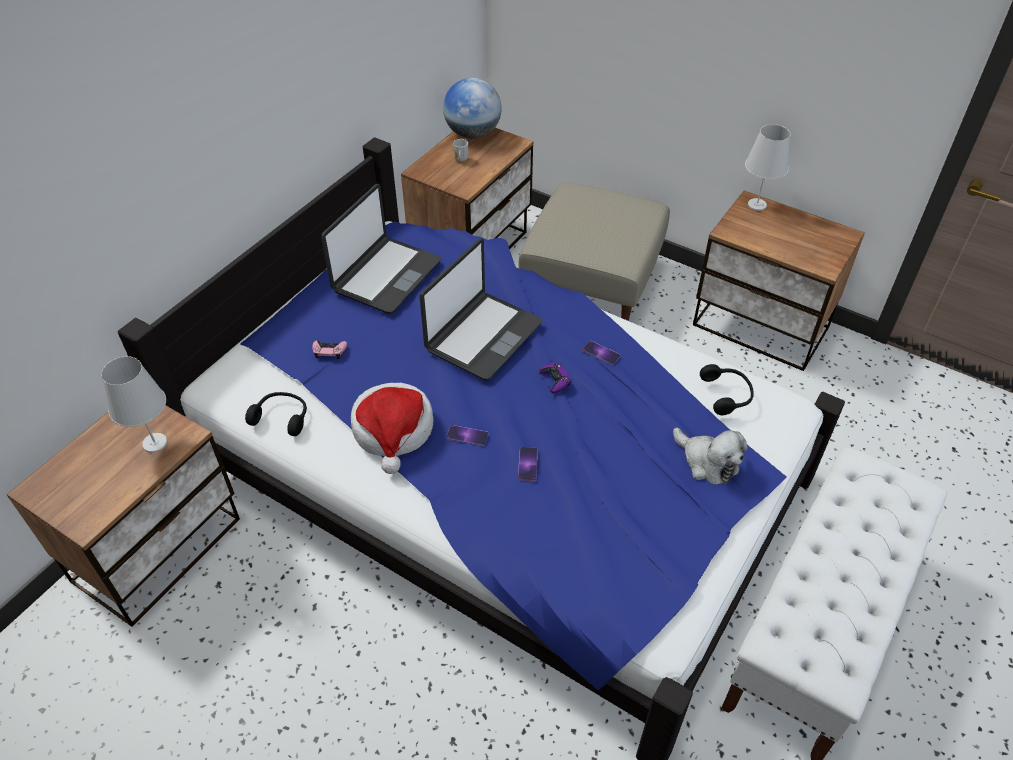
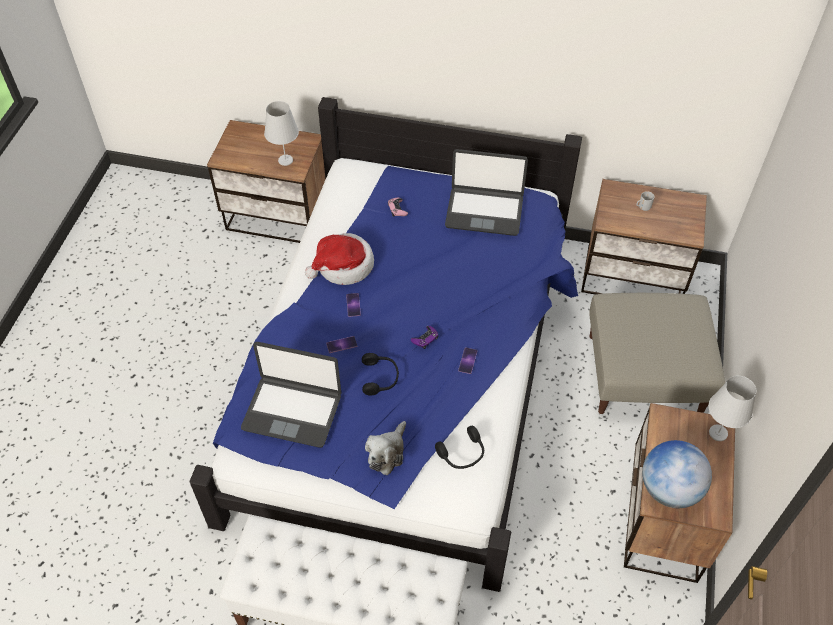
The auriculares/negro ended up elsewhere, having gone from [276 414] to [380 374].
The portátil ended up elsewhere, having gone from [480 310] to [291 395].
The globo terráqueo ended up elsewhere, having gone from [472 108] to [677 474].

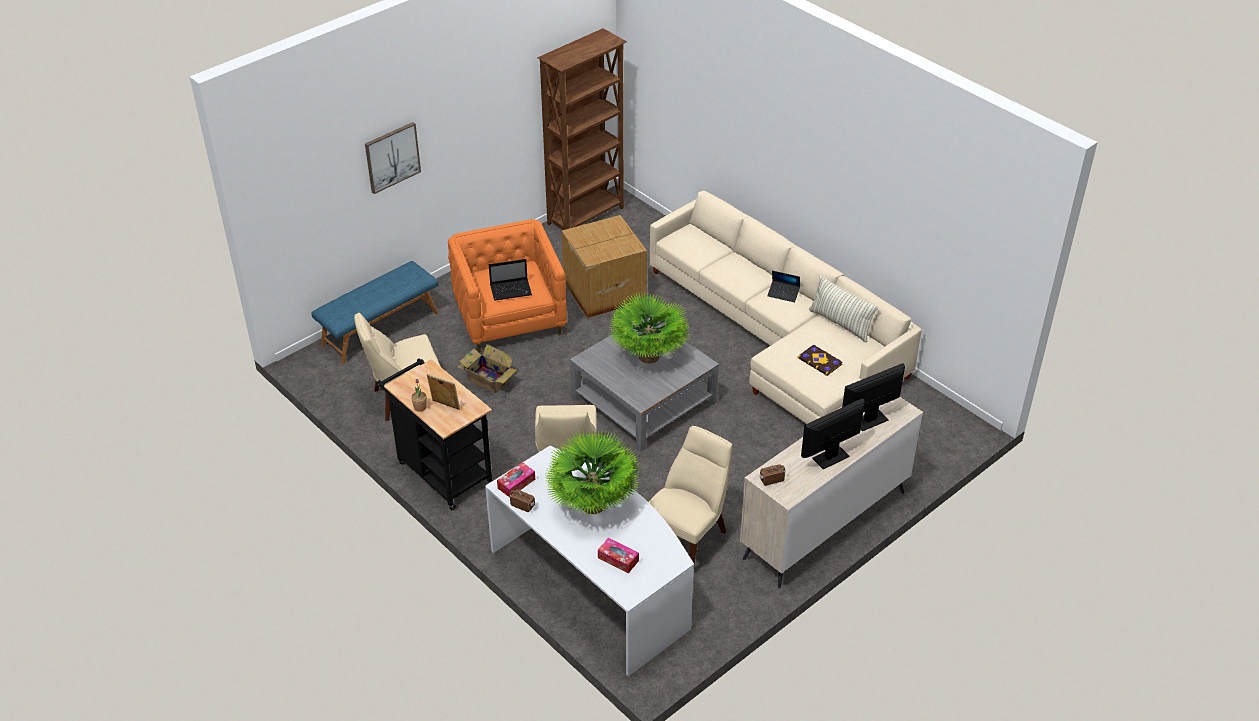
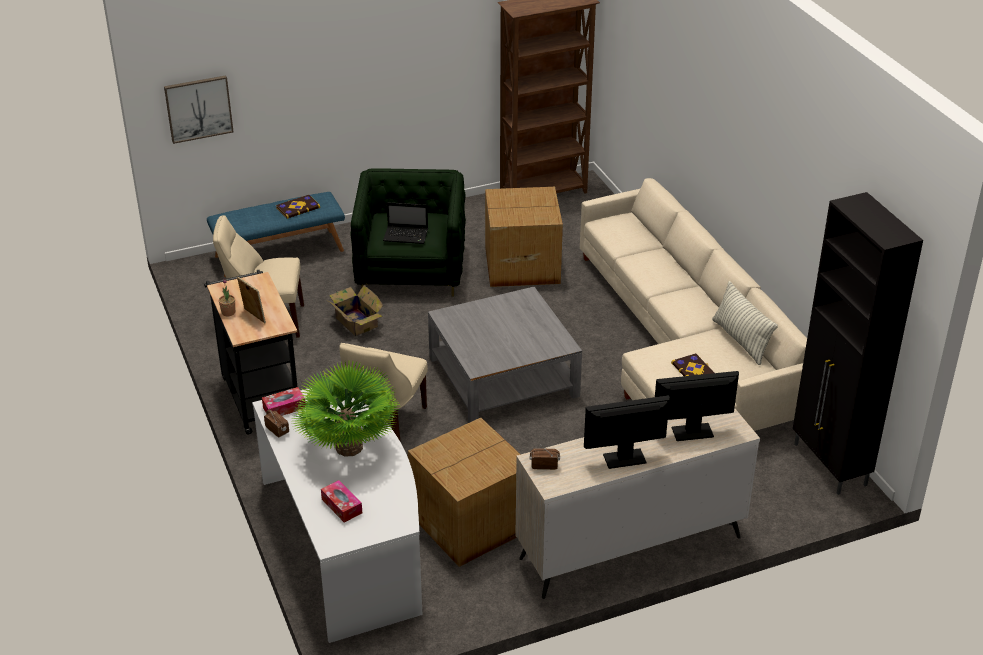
The second view lost the planta en maceta at [649 328].
The second view lost the portátil at [783 287].
The second view gained the libro at [298 207].
The second view gained the armario/negro at [858 343].
The cuadro ended up elsewhere, having gone from [393 158] to [199 109].
Where the silla/beis stood at [690 495], the caja de cartón came to stand at [464 492].
What was the sillón/naranja at [507 285] turned into the sillón/verde at [408 232].

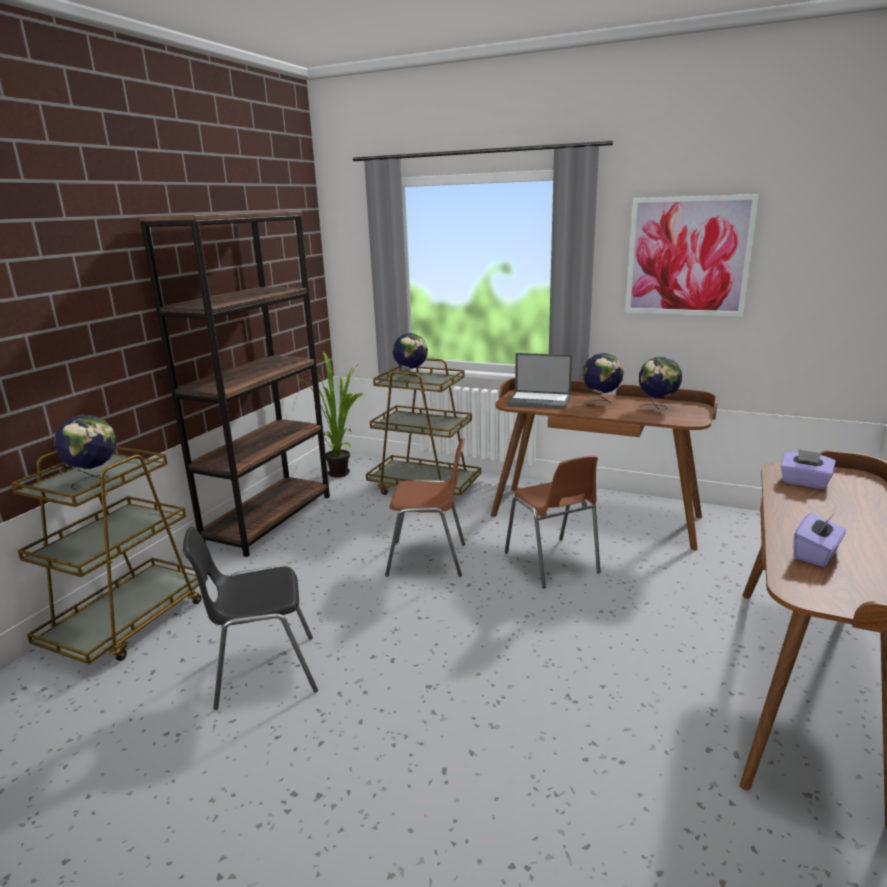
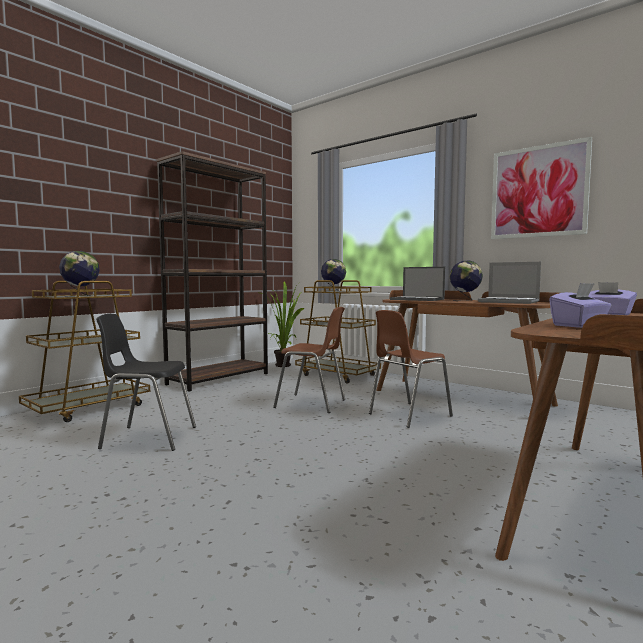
Where the globo terráqueo stood at [660 383], the portátil came to stand at [509 283].
The silla/marrón at [553 521] ended up facing another way, 60 degrees clockwise from before.

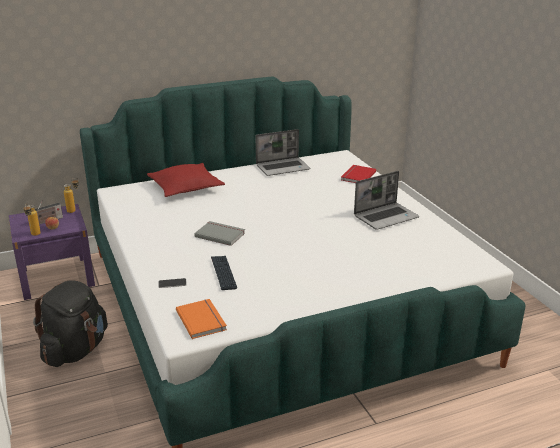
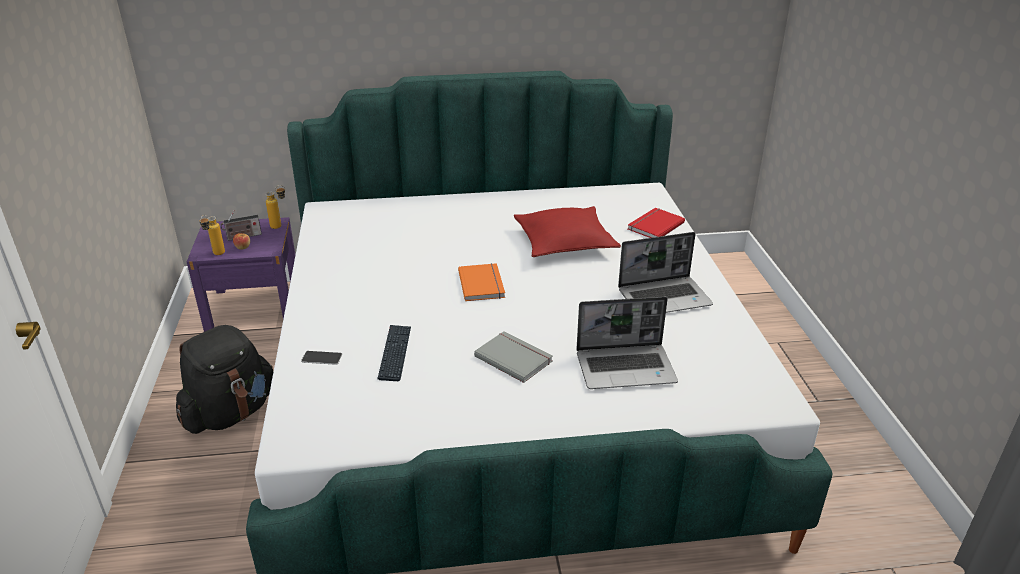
The cojín/rojo ended up elsewhere, having gone from [186 180] to [567 231].
The libro/naranja ended up elsewhere, having gone from [201 319] to [481 282].
The libro/gris ended up elsewhere, having gone from [219 233] to [513 357].
The portátil ended up elsewhere, having gone from [283 152] to [627 342].

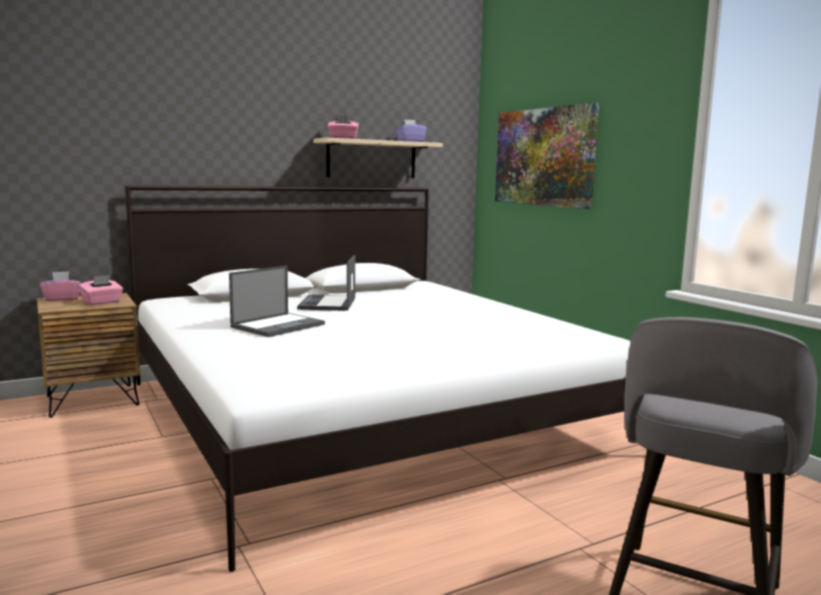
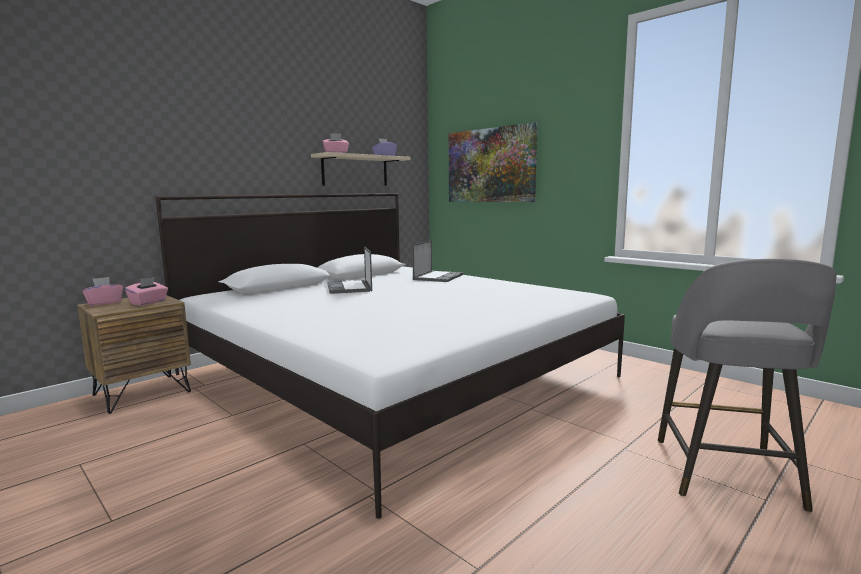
The portátil ended up elsewhere, having gone from [277 301] to [438 261].

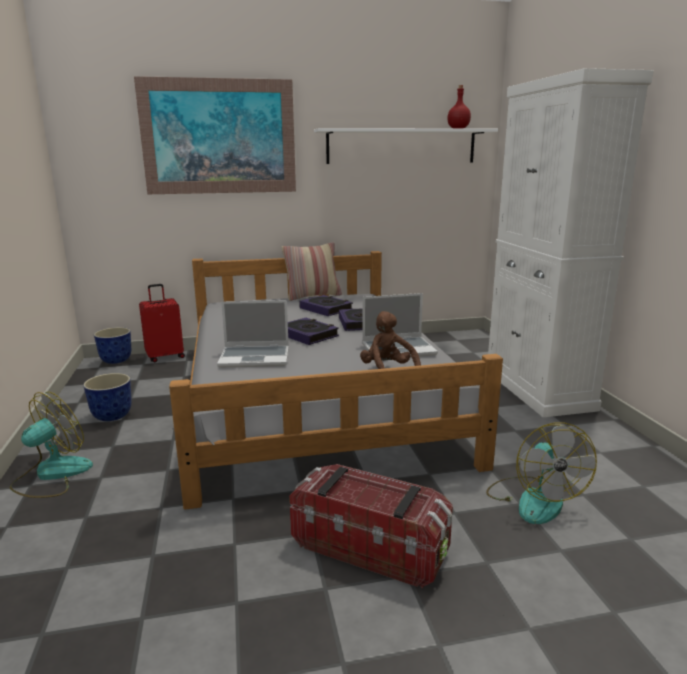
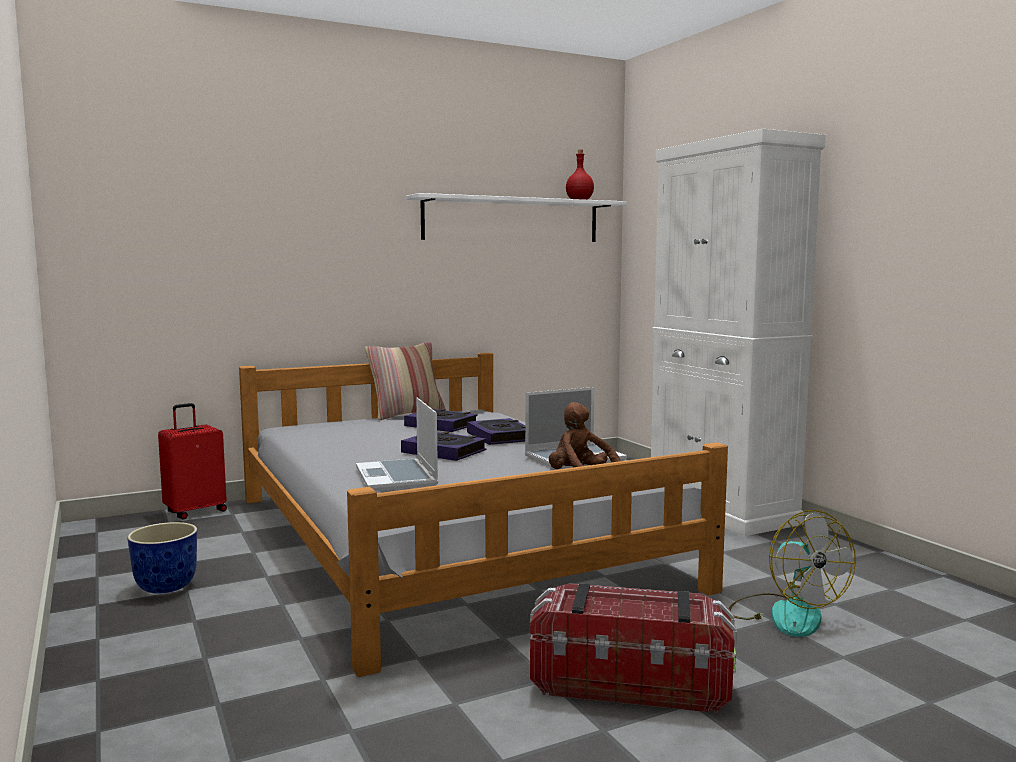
The second view lost the ventilador at [51 445].
The second view lost the maceta at [112 345].
The second view lost the cuadro at [215 135].
The portátil at [253 334] ended up facing another way, 90 degrees clockwise from before.

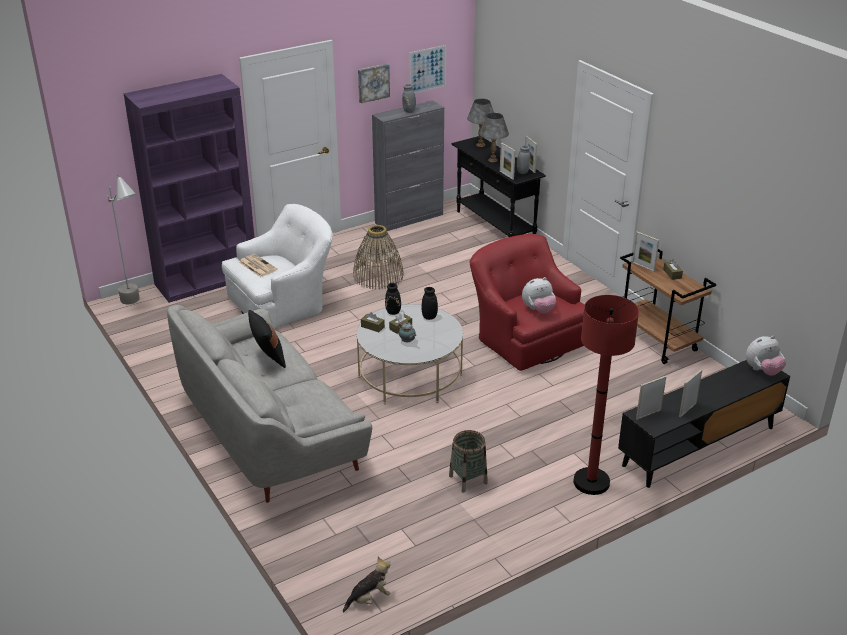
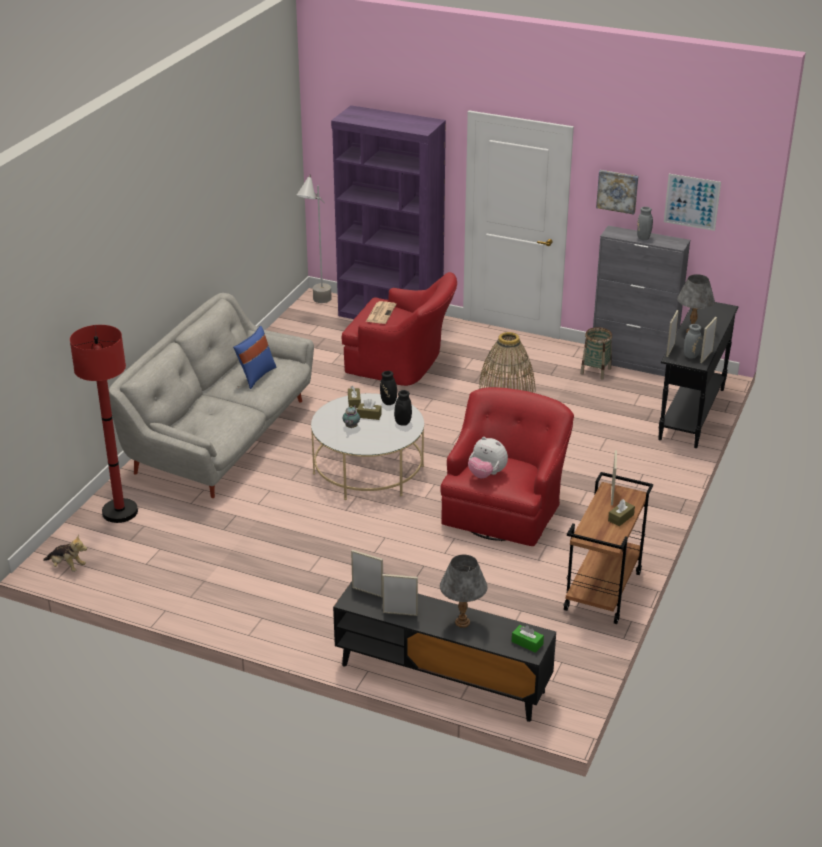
The cesta ended up elsewhere, having gone from [468 461] to [596 353].
The lámpara de mesa/gris ended up elsewhere, having gone from [480 123] to [464 591].
The lámpara de pie/rojo ended up elsewhere, having gone from [606 395] to [104 424].
Where the peluche stood at [766 356], the caja de pañuelos/verde came to stand at [528 639].
What was the sillón/blanco at [277 266] turned into the sillón/rojo at [399 329].
What was the cojín/negro at [267 339] turned into the cojín/azul at [254 357].

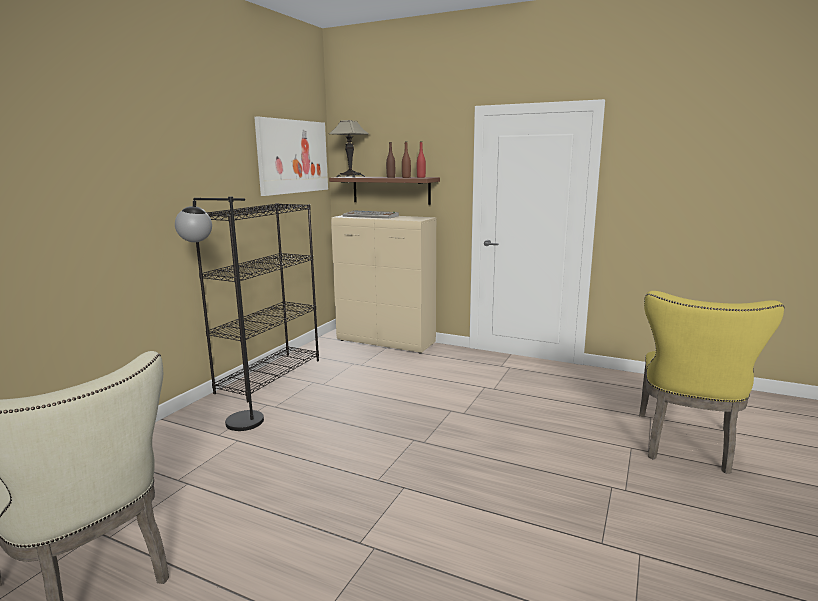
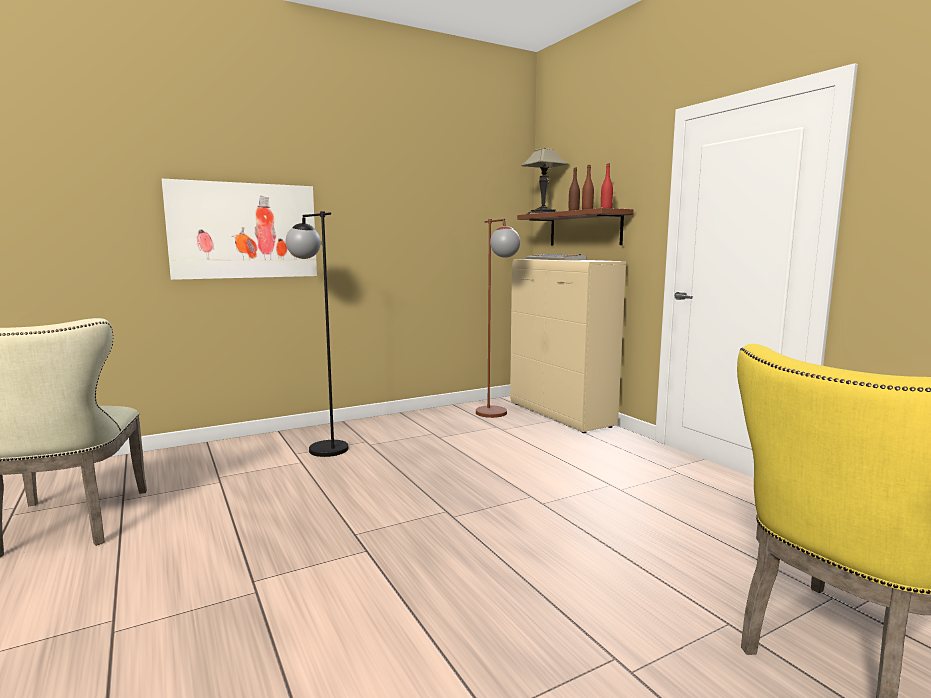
The second view lost the estantería/negro at [257 302].
The second view gained the lámpara de pie/marrón at [498 318].
The cuadro ended up elsewhere, having gone from [291 156] to [239 229].

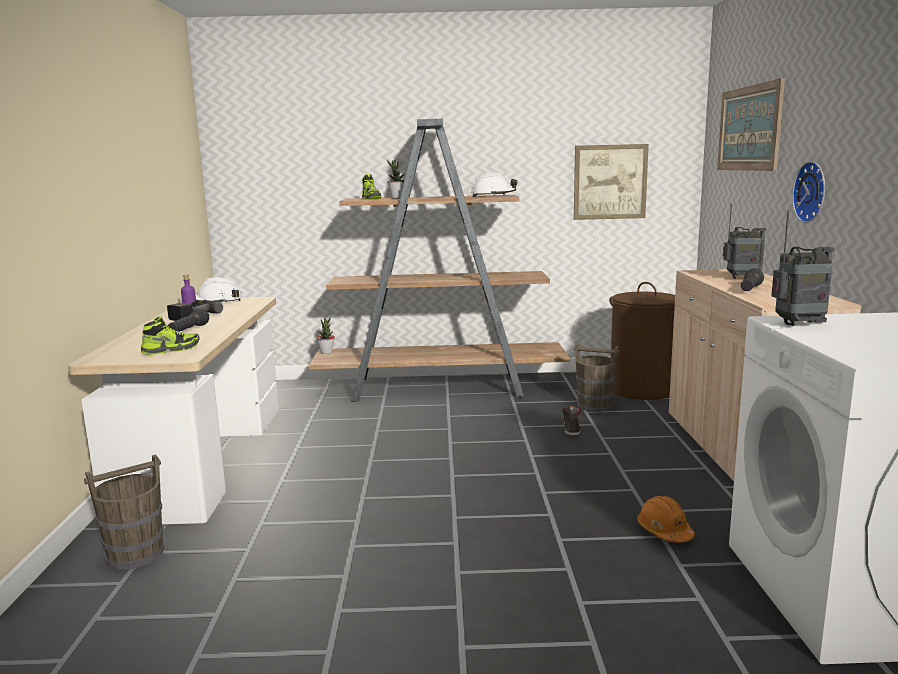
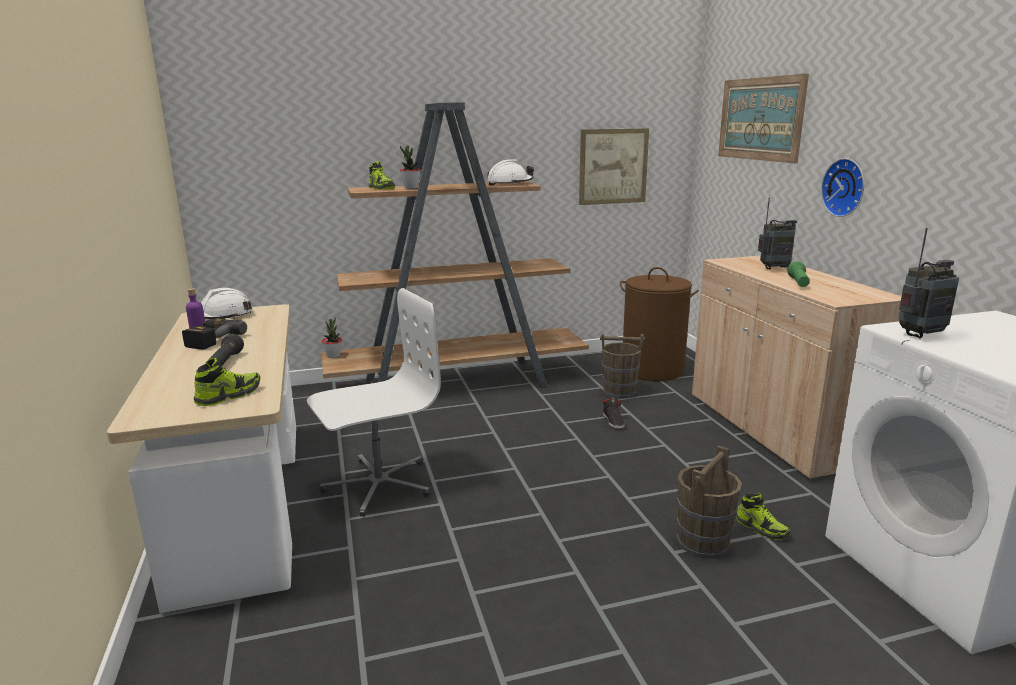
The second view gained the silla de oficina/blanco at [374 402].
The cubo/marrón ended up elsewhere, having gone from [124 511] to [709 502].
Where the casco/naranja stood at [666 519], the zapato came to stand at [763 516].
What was the linterna/negro at [752 279] turned into the linterna/verde at [798 274].

